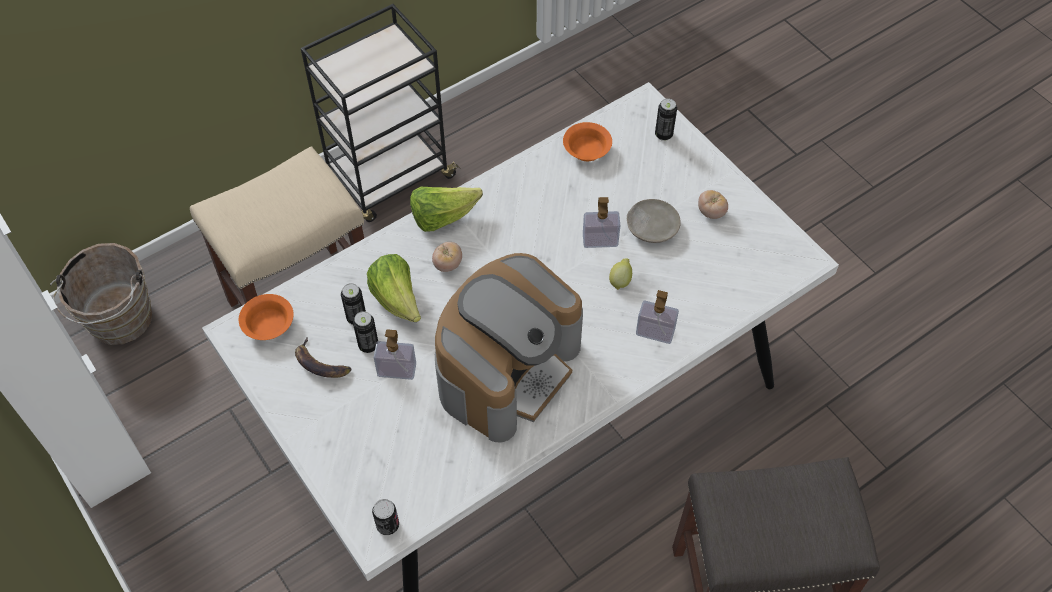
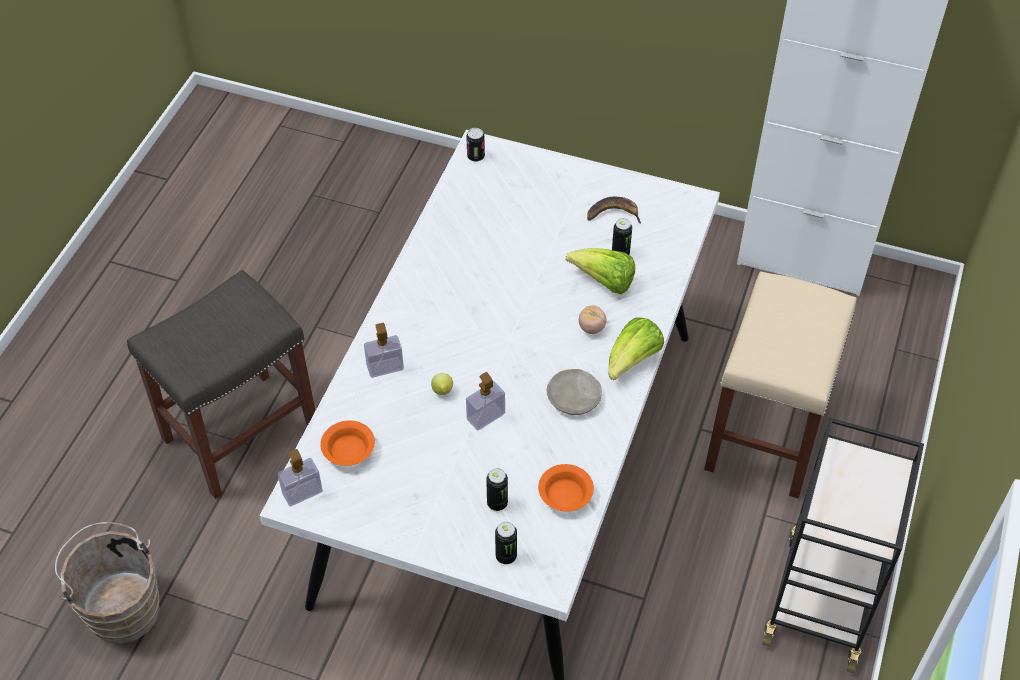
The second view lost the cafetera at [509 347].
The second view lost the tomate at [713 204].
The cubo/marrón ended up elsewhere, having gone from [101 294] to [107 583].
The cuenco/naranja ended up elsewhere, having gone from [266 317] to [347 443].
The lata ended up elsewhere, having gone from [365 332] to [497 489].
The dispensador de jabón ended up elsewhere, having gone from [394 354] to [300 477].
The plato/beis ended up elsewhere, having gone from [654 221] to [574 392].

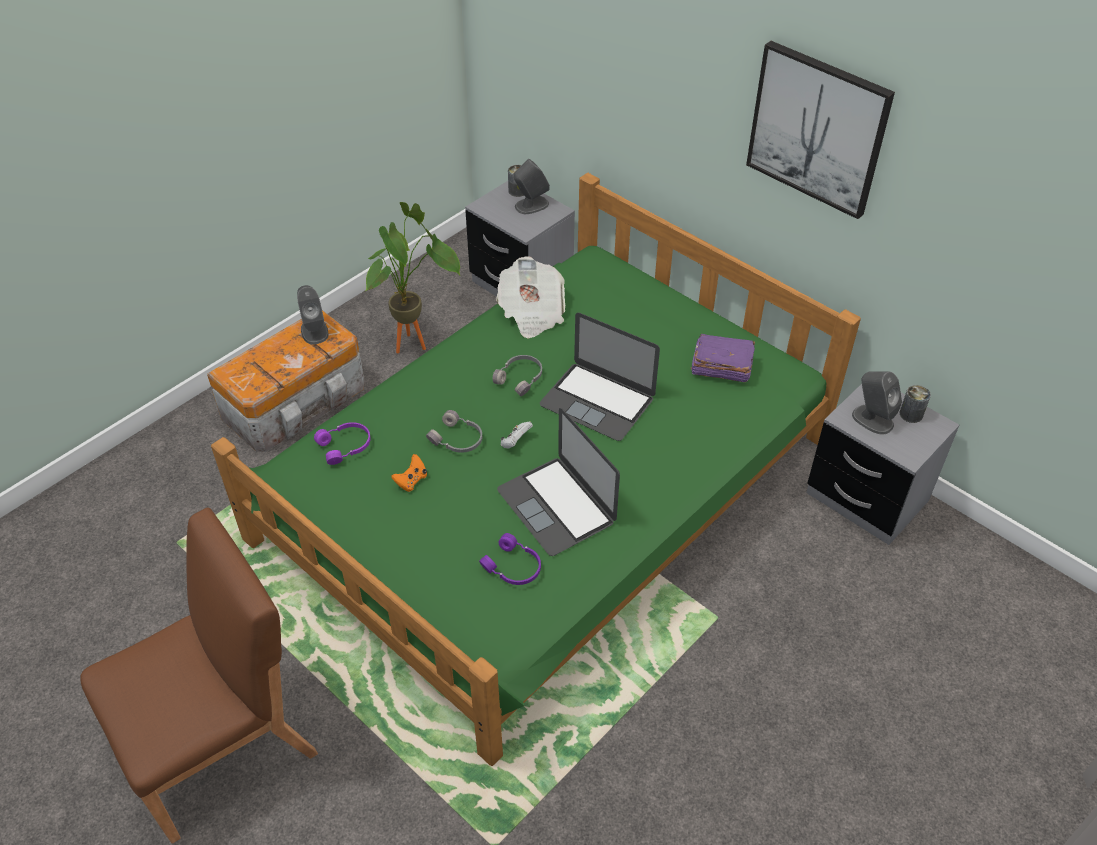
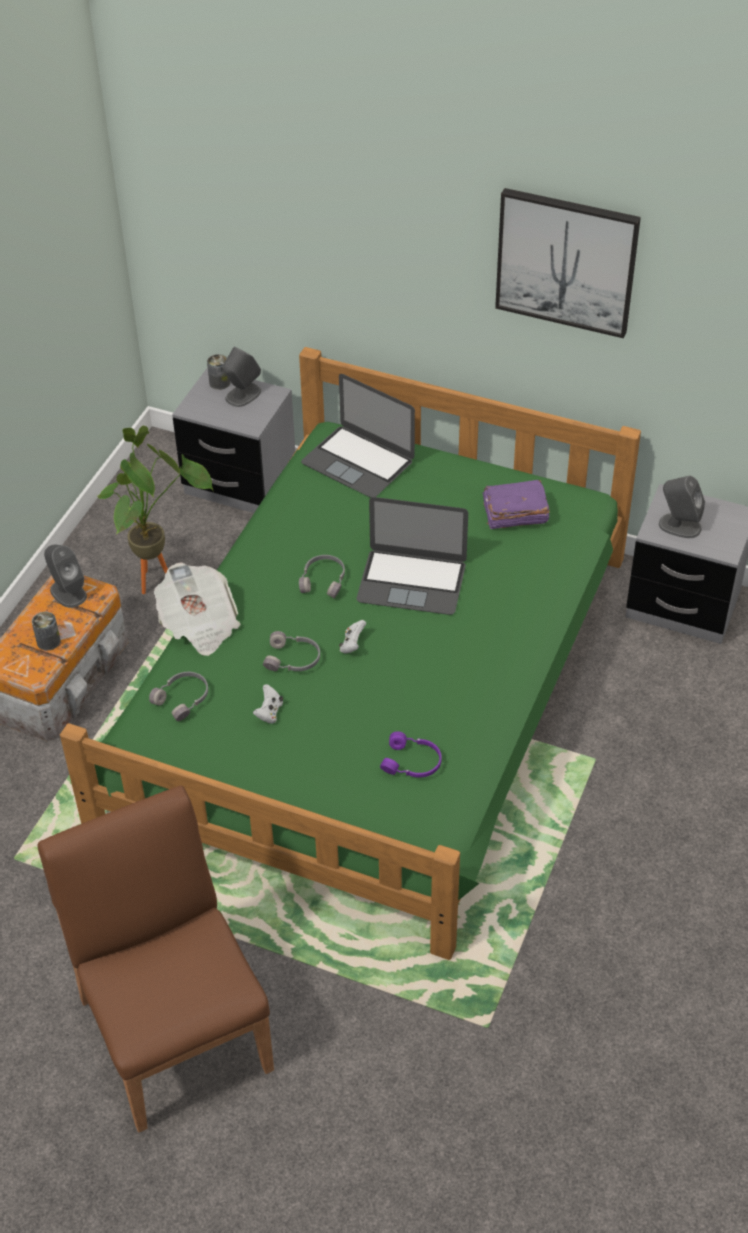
The periódico ended up elsewhere, having gone from [530 297] to [197 609].
The portátil ended up elsewhere, having gone from [558 482] to [358 436].
The lata ended up elsewhere, having gone from [915 404] to [46 631].
What was the auriculares/morado at [342 443] turned into the auriculares/gris at [178 696].
What was the mando de consola/naranja at [409 473] turned into the mando de consola/blanco at [268 704].
The silla/marrón at [199 676] ended up facing another way, 60 degrees counterclockwise from before.

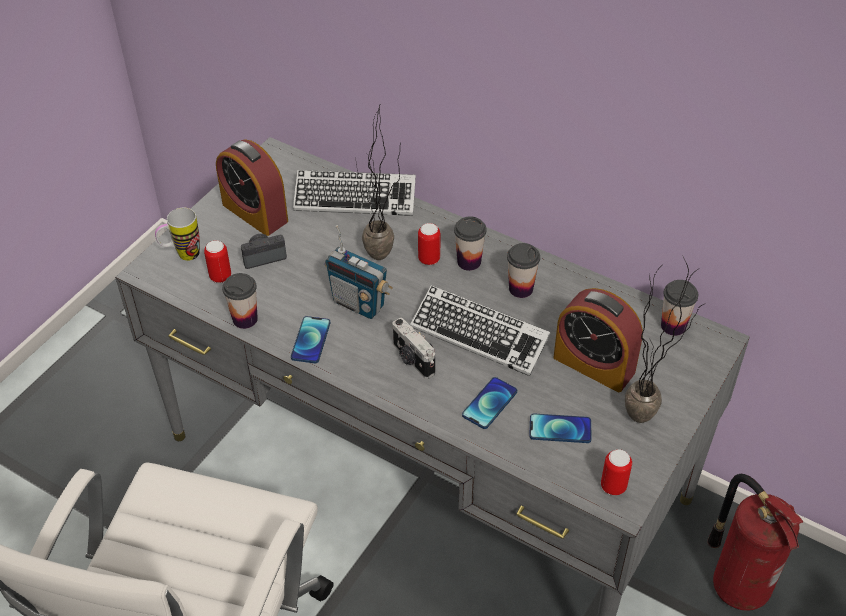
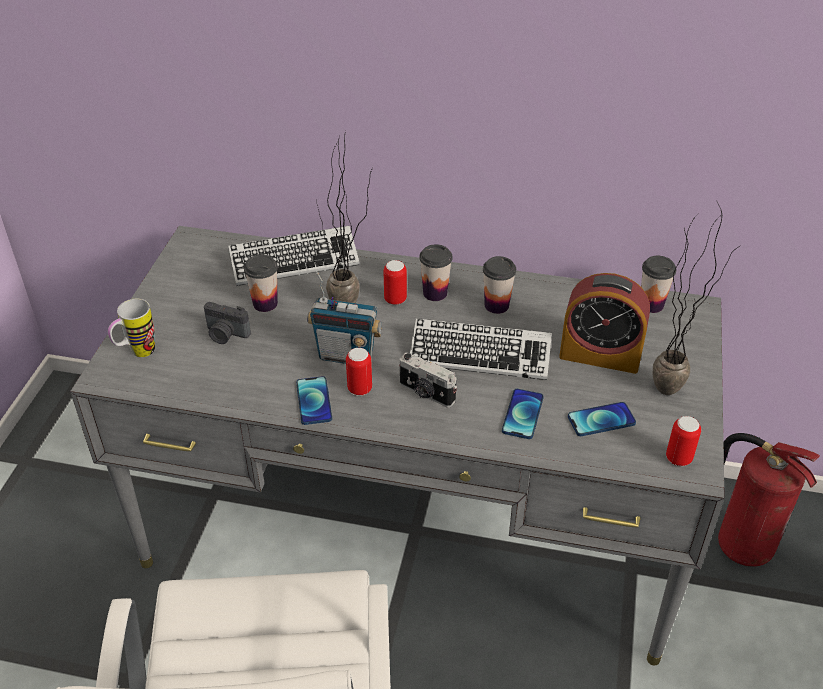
The second view lost the despertador at [252 187].
The lata ended up elsewhere, having gone from [217 261] to [359 372].
The taza ended up elsewhere, having gone from [240 301] to [261 283].
The cámara at [264 251] ended up facing another way, 120 degrees counterclockwise from before.

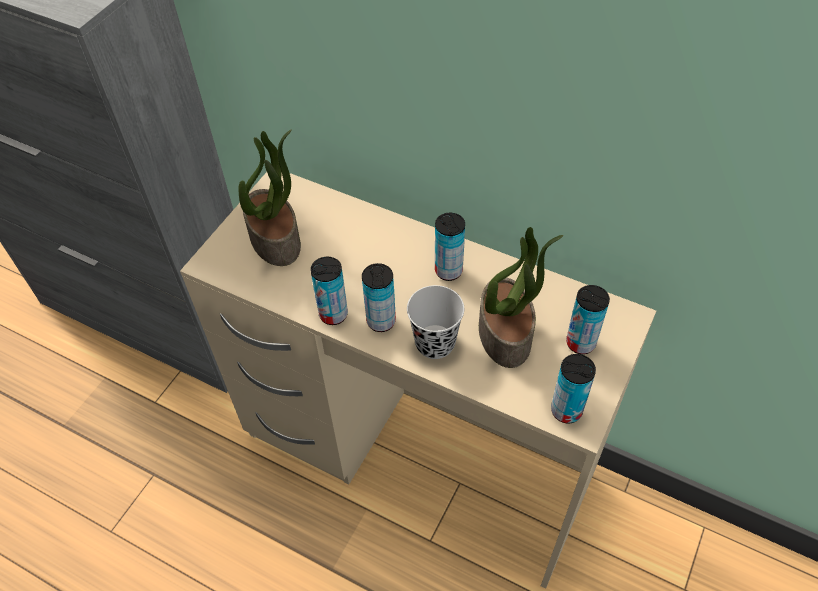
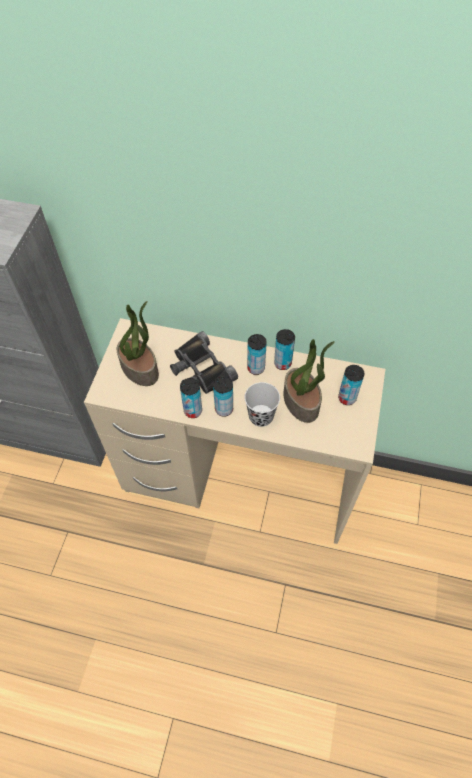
The second view gained the prismáticos/negro at [204 362].
The lata ended up elsewhere, having gone from [573 388] to [284 349].

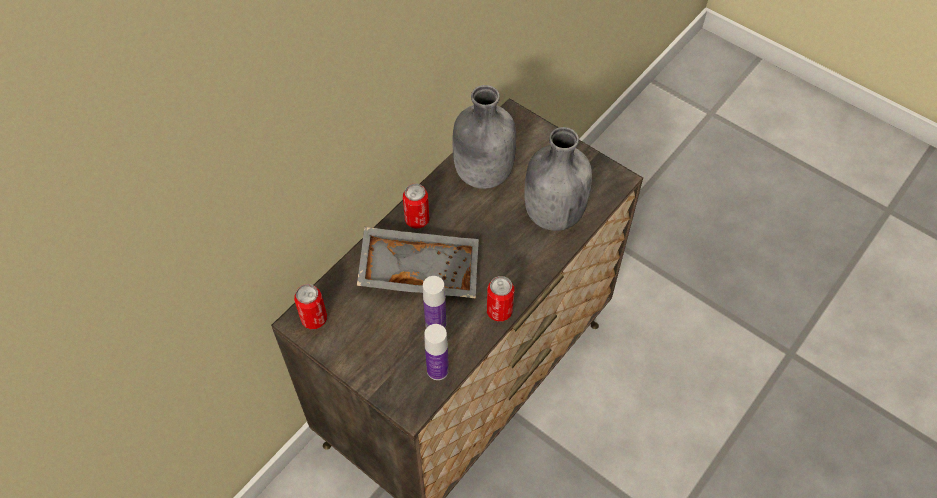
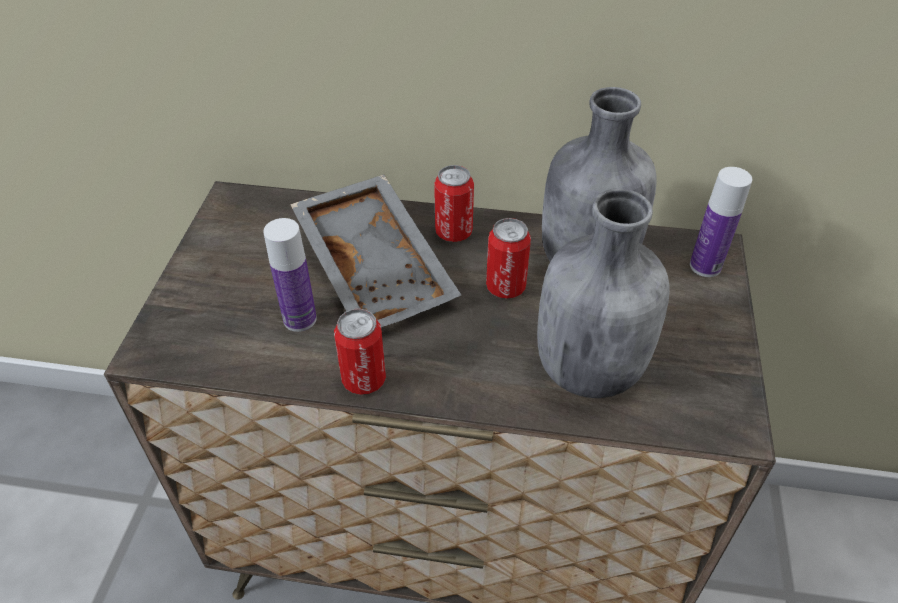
The lata ended up elsewhere, having gone from [310 306] to [508 258].
The botella ended up elsewhere, having gone from [436 352] to [721 222].

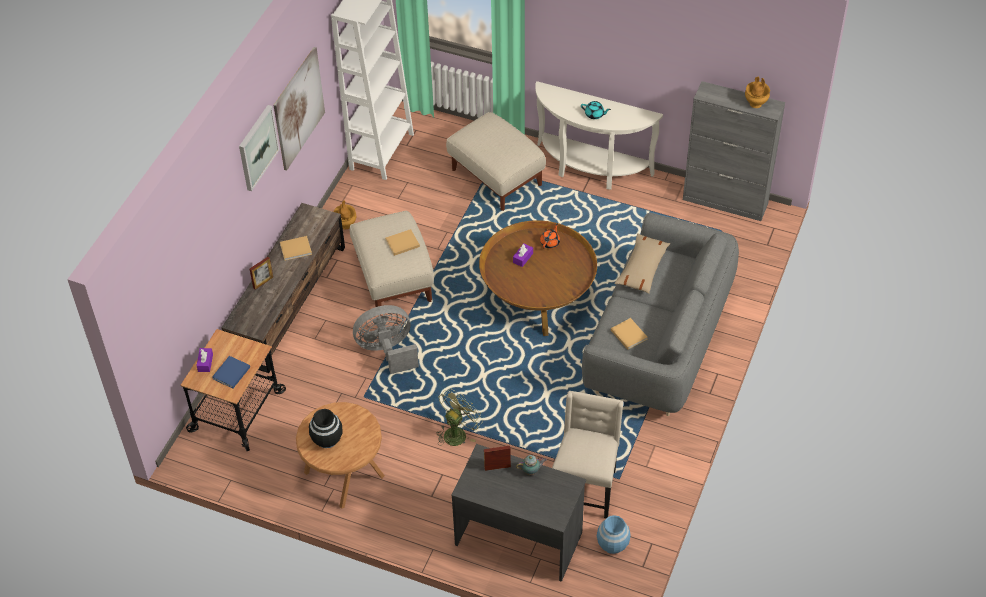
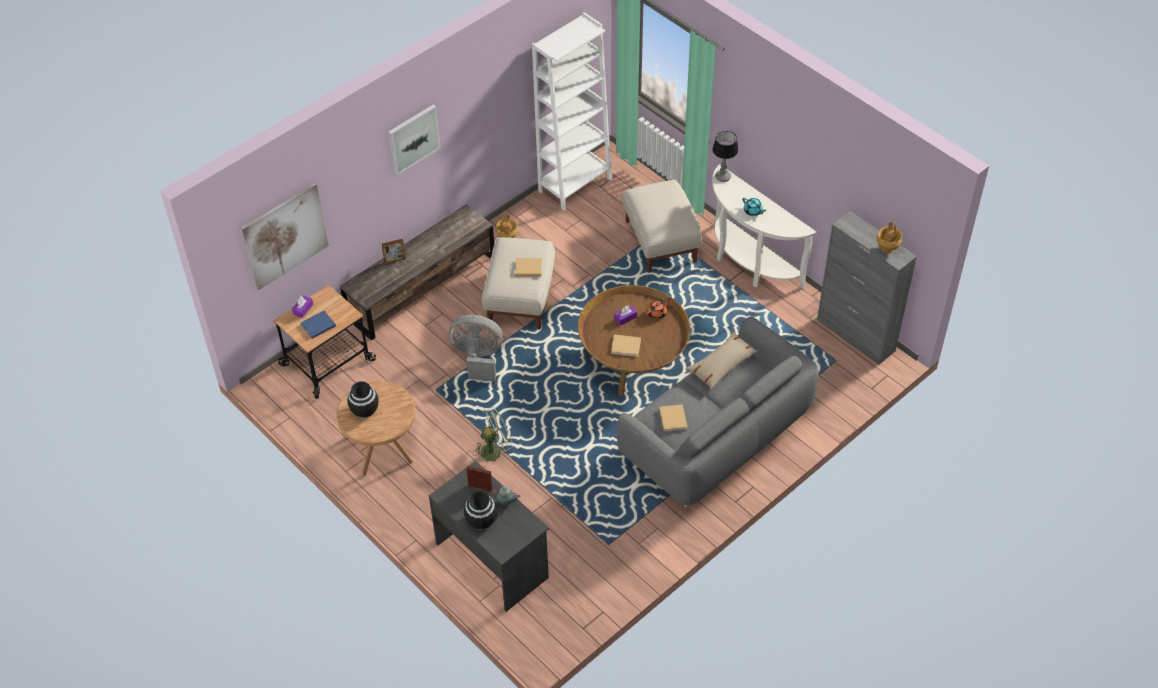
The second view lost the silla/beis at [588 454].
The second view lost the florero/azul at [614 534].
The second view gained the florero/negro at [480 510].
The second view gained the lámpara de mesa at [725 156].
The cuadro ended up elsewhere, having gone from [299 108] to [285 236].
The libro/beis ended up elsewhere, having gone from [296 248] to [626 345].

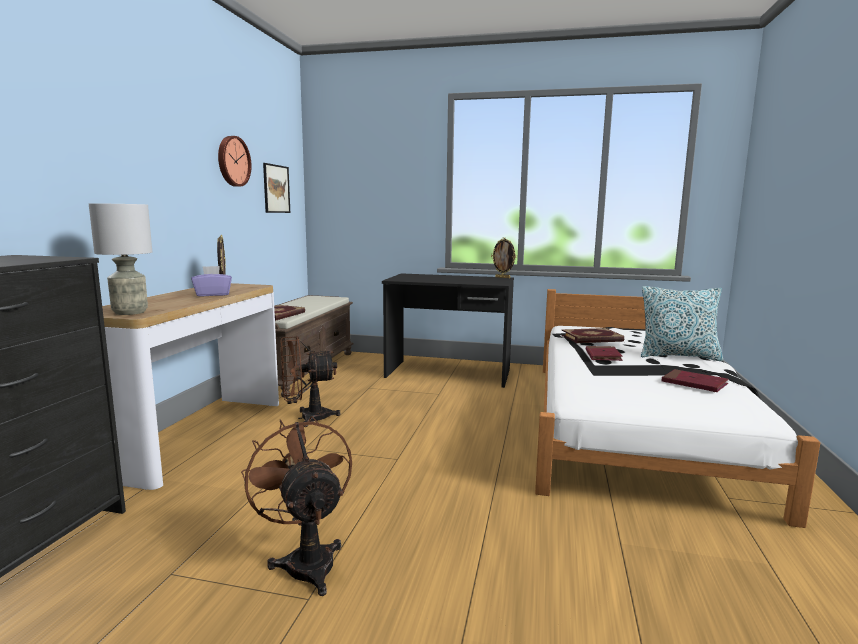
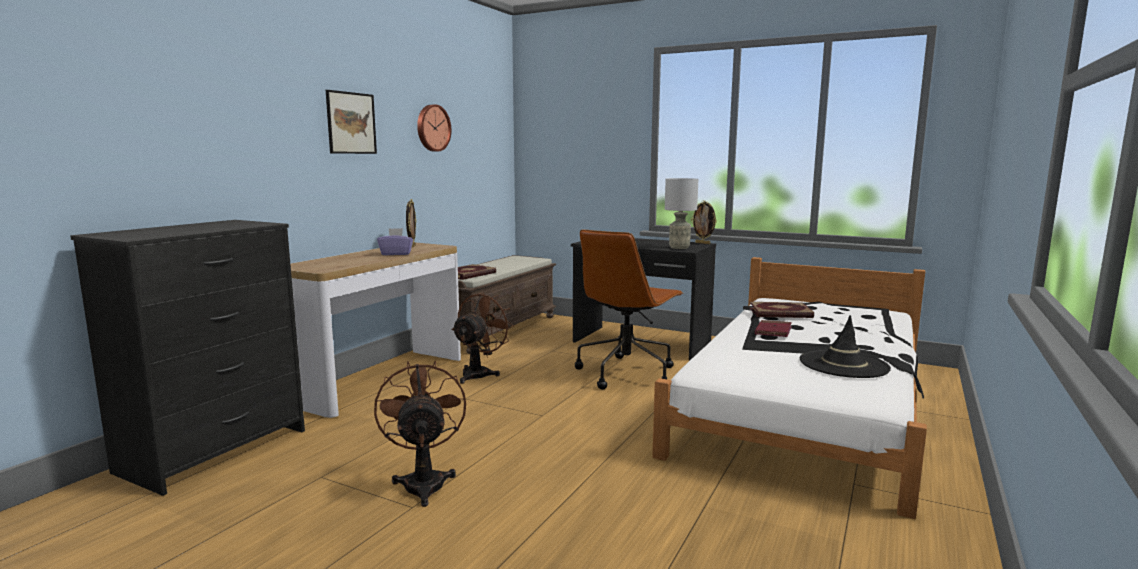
The second view lost the cojín at [682 323].
The second view gained the silla de oficina/marrón at [629 310].
The lámpara de mesa/gris ended up elsewhere, having gone from [120 259] to [681 213].
The cuadro ended up elsewhere, having gone from [276 188] to [351 122].
Where the libro/rojo stood at [695 380], the sombrero/negro came to stand at [845 346].
The ventilador/marrón at [310 381] ended up facing another way, 120 degrees clockwise from before.

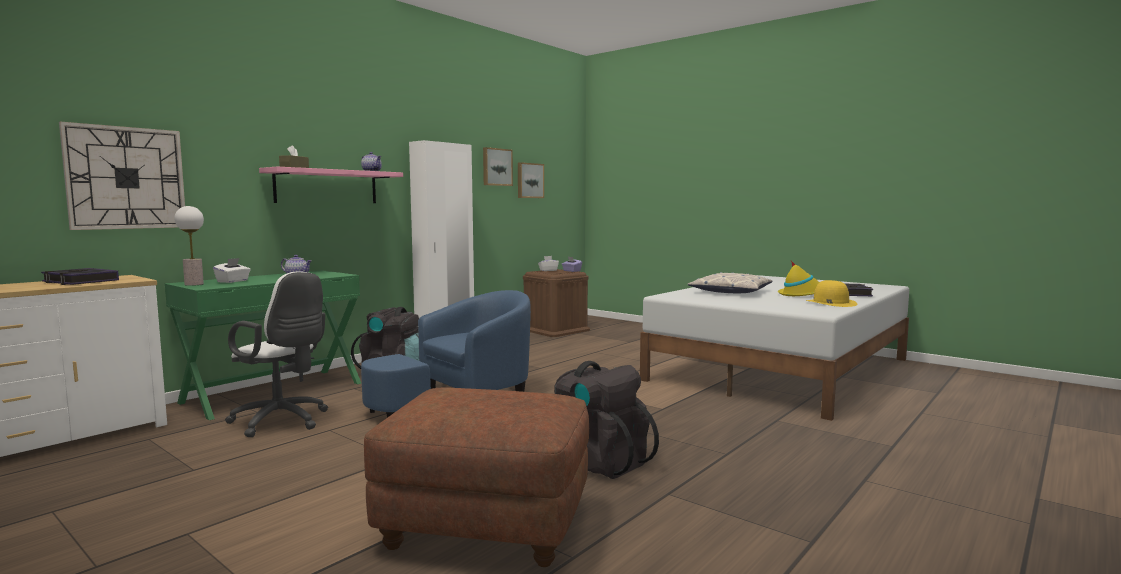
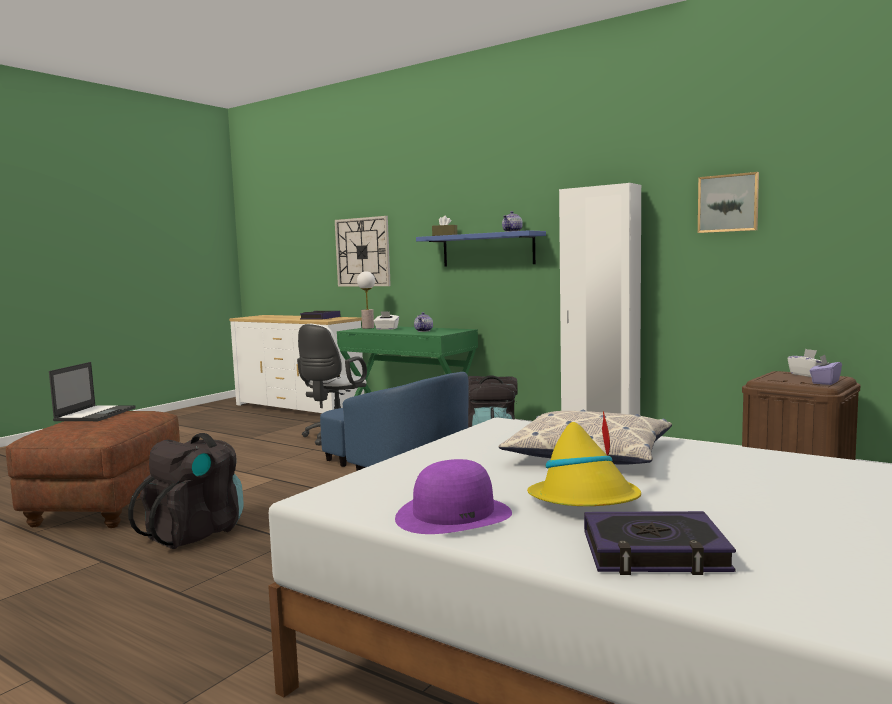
The second view lost the cuadro at [531 180].
The second view gained the portátil at [92 391].
What was the estante/rosa at [331 185] turned into the estante/azul at [481 248].
What was the sombrero/amarillo at [831 293] turned into the sombrero/morado at [453 496].

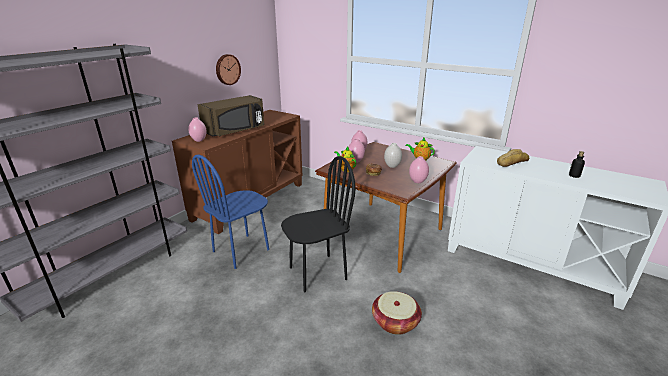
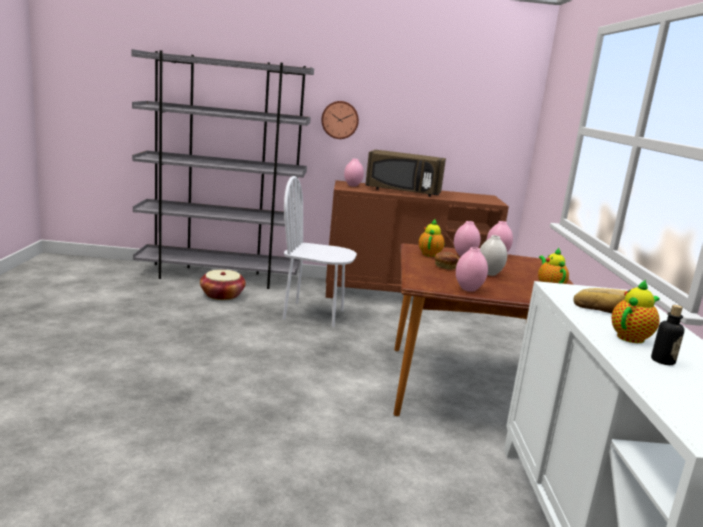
The second view lost the silla/negro at [318 224].
The second view gained the tetera at [636 311].
The reloj de pared ended up elsewhere, having gone from [228 69] to [340 120].
The cesta ended up elsewhere, having gone from [397 313] to [223 285].
What was the silla/azul at [230 212] turned into the silla/blanco at [320 251].

